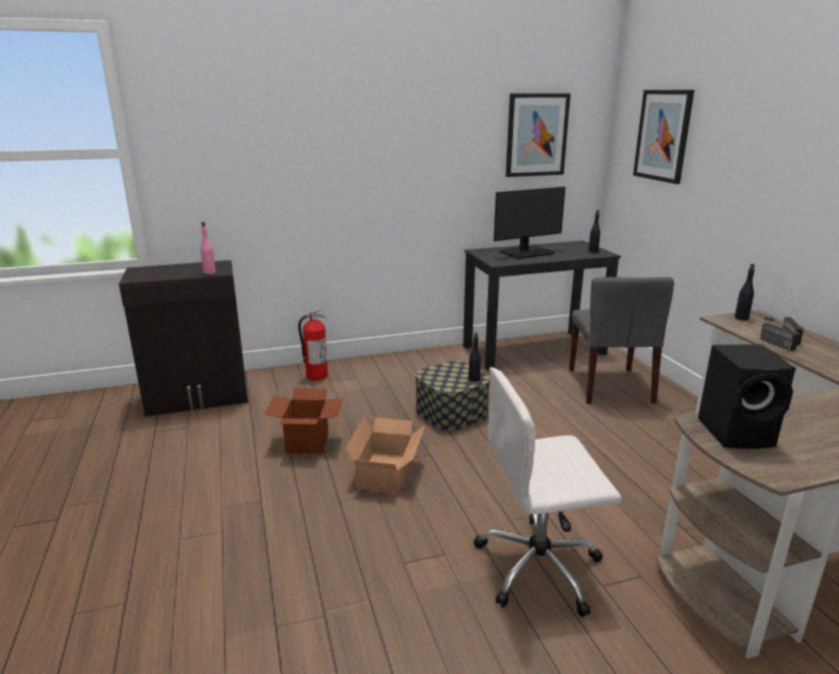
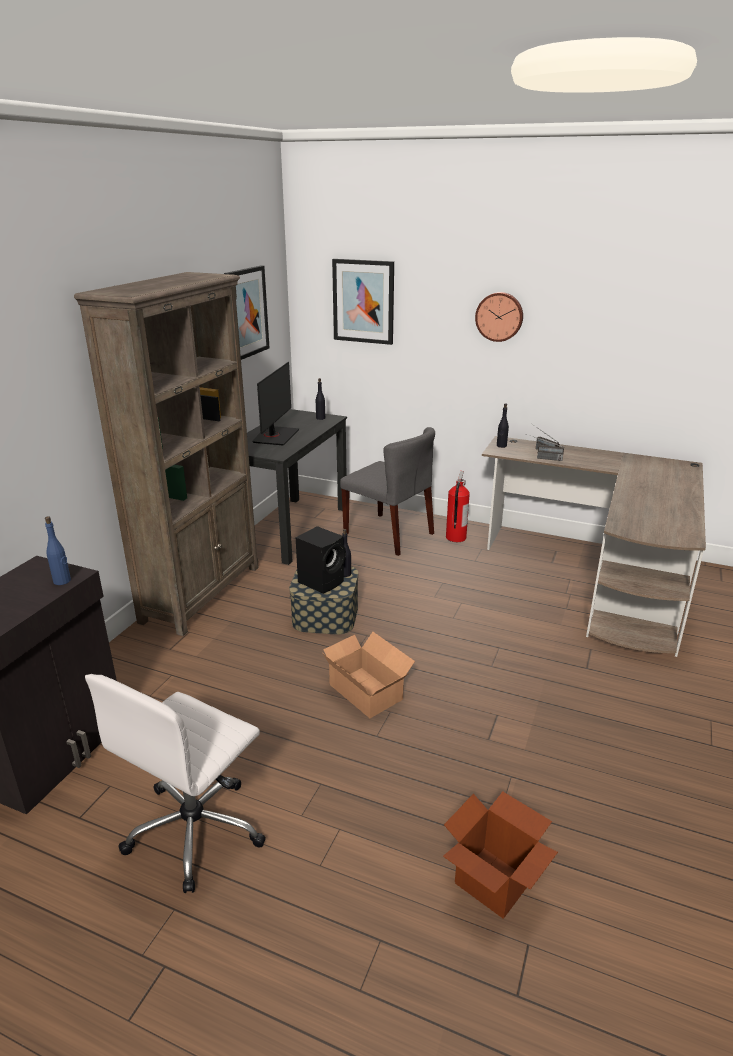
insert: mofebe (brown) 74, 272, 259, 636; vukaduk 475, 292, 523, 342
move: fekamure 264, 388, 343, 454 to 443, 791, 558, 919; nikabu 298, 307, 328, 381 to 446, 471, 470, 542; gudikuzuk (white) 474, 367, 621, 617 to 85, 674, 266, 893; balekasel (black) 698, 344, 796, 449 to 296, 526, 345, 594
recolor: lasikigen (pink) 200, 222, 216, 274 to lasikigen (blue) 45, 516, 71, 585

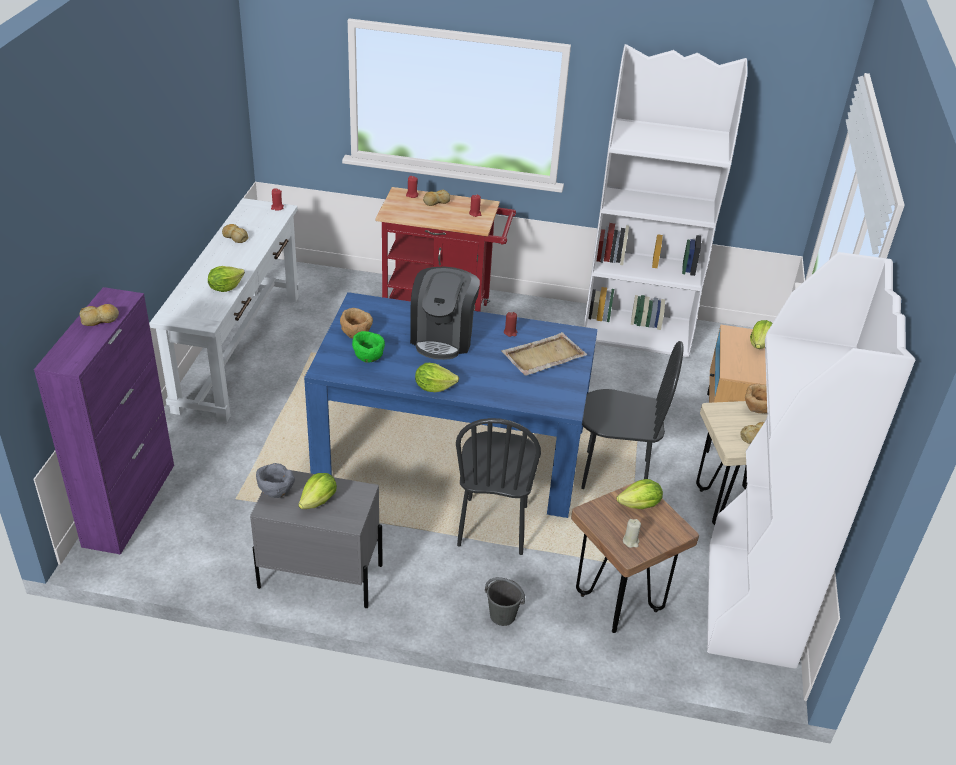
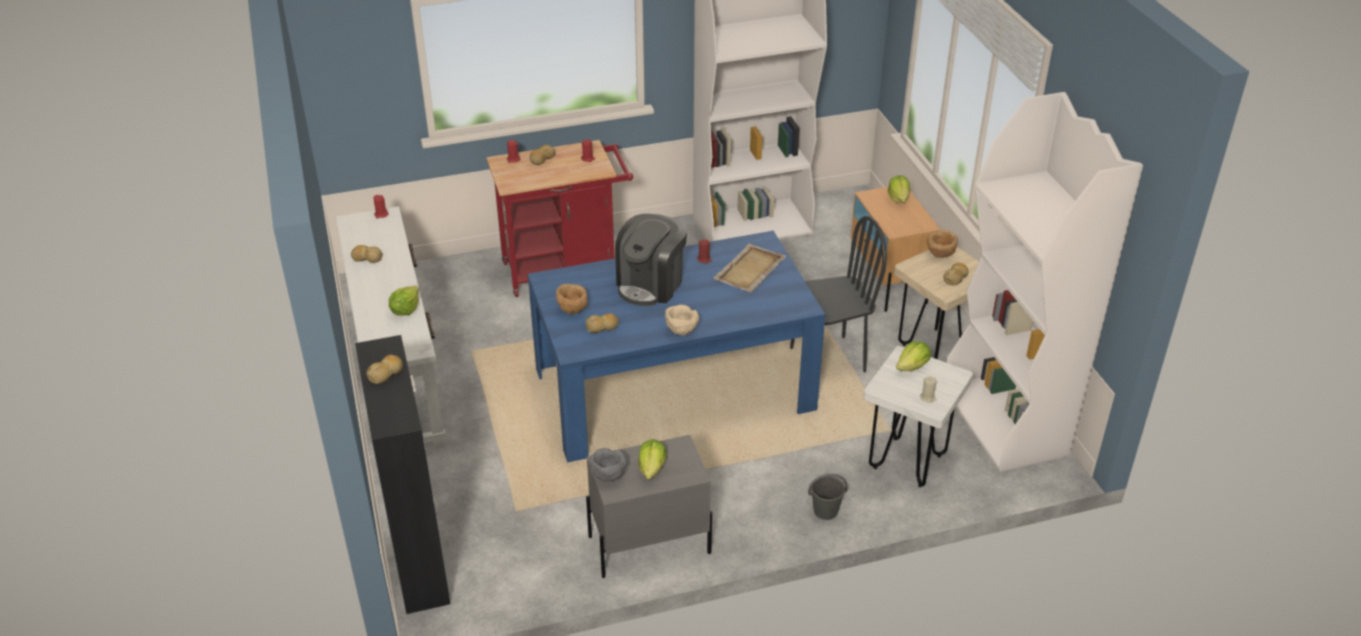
delete: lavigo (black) 456, 418, 541, 555
replace: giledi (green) 352, 331, 385, 363 to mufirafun 586, 313, 619, 333; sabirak 415, 363, 459, 392 to giledi (beige) 665, 304, 699, 335
recolor: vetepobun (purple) 34, 287, 174, 555 to vetepobun (black) 355, 335, 451, 614; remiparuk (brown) 571, 481, 699, 633 to remiparuk (white) 863, 346, 973, 487
rotate: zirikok 410, 267, 480, 360 = 615, 214, 687, 306 45 degrees clockwise

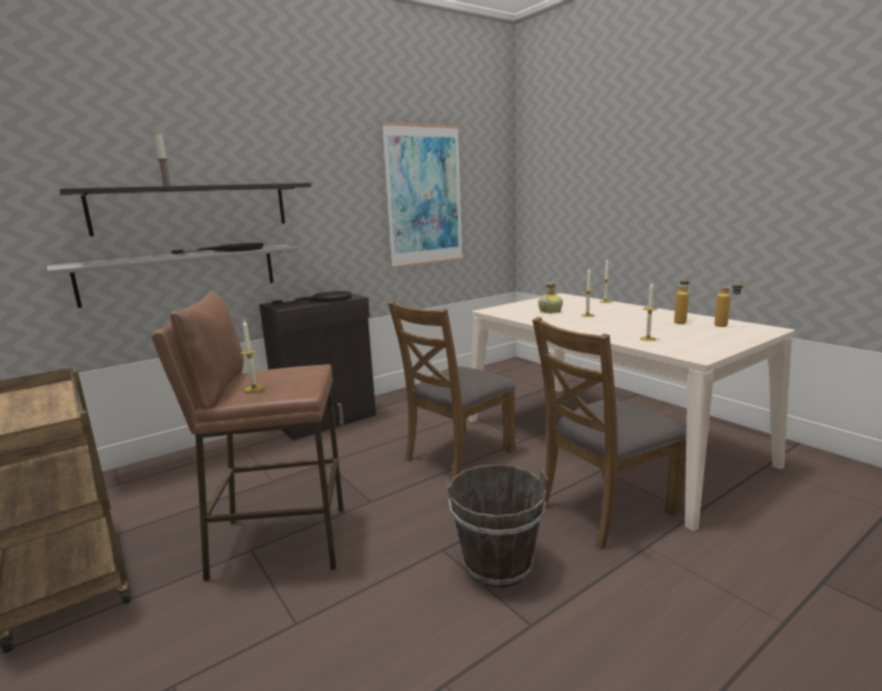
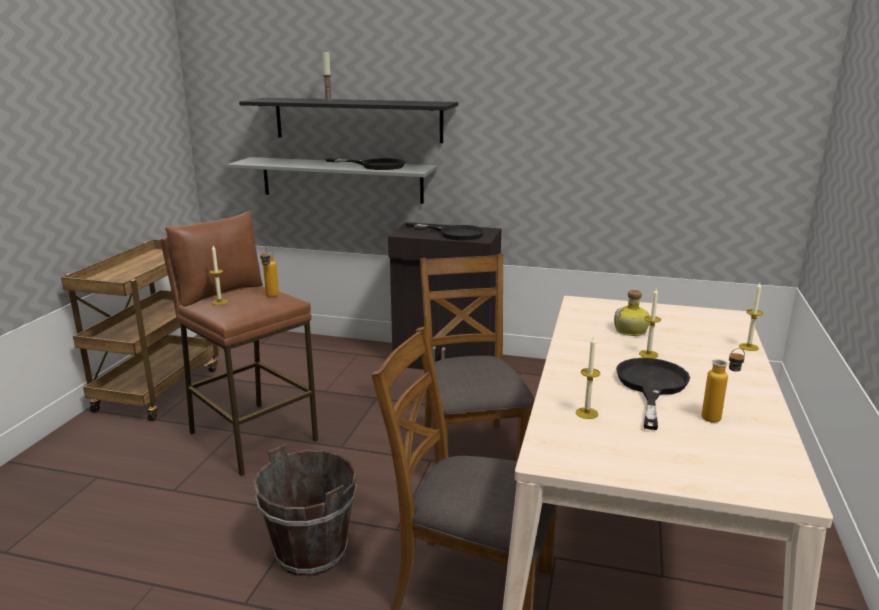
delete: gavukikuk 381, 122, 463, 268
insert: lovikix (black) 616, 358, 690, 430
move: lasikigen 714, 279, 743, 327 to 260, 249, 279, 297
rotate: lavigo (brown) 388, 301, 516, 480 = 420, 254, 534, 465 75 degrees clockwise

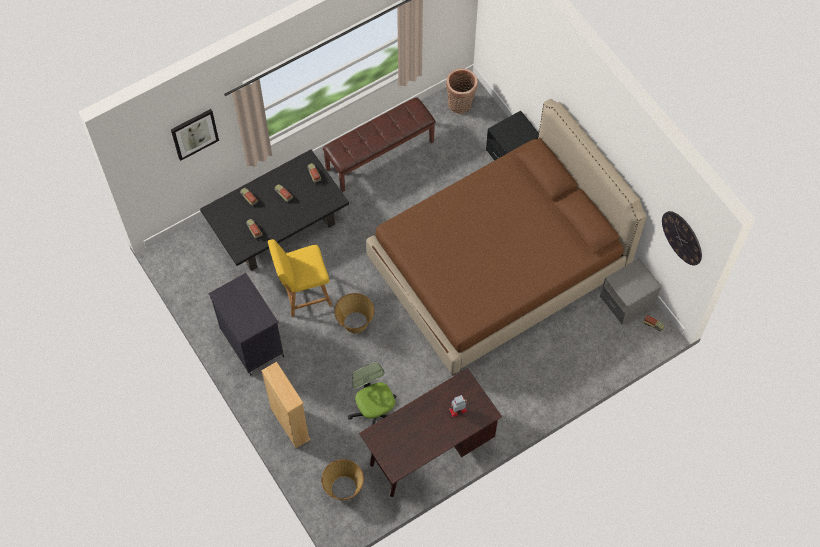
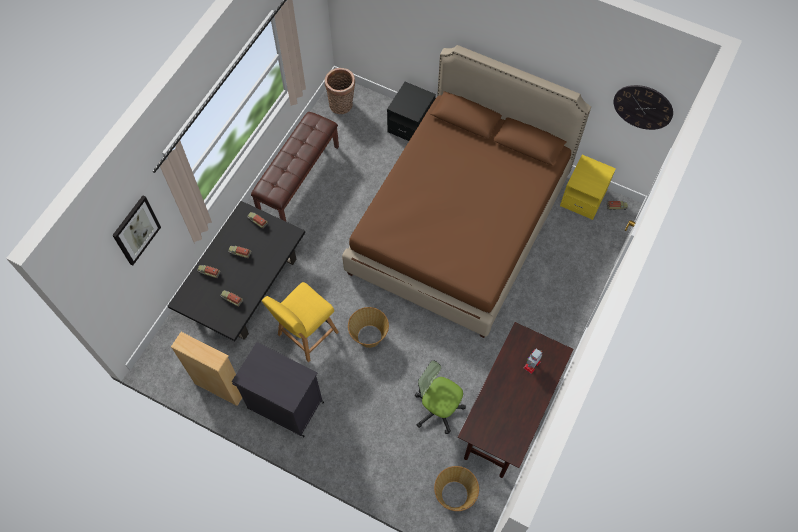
move: mofebe (beige) 261, 362, 311, 448 to 171, 332, 242, 406
recolor: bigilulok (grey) 600, 258, 662, 324 to bigilulok (yellow) 560, 155, 616, 220

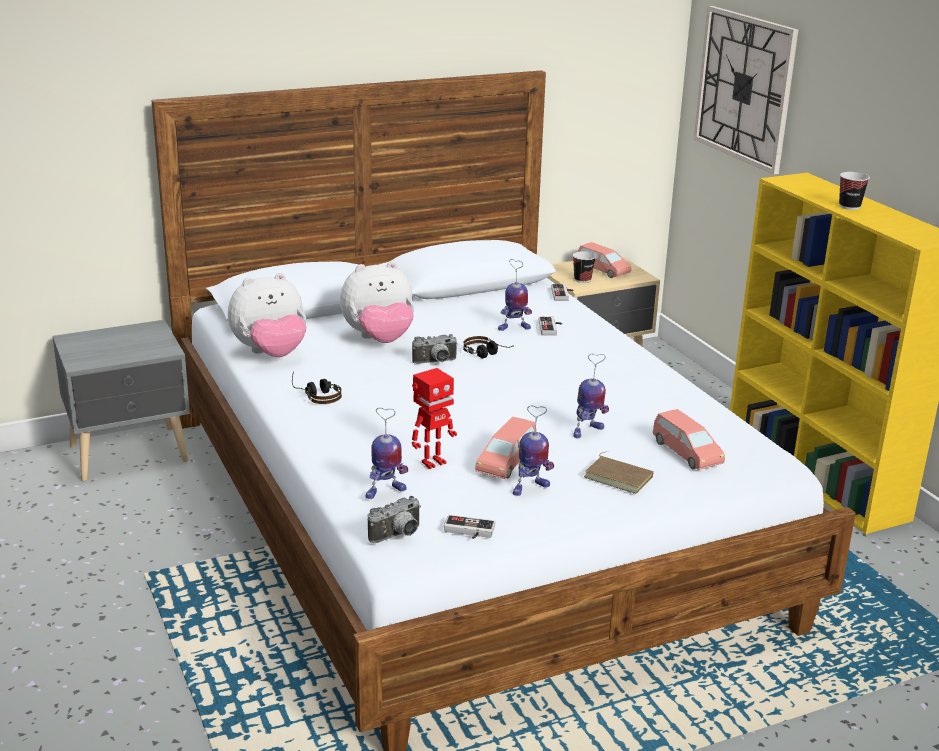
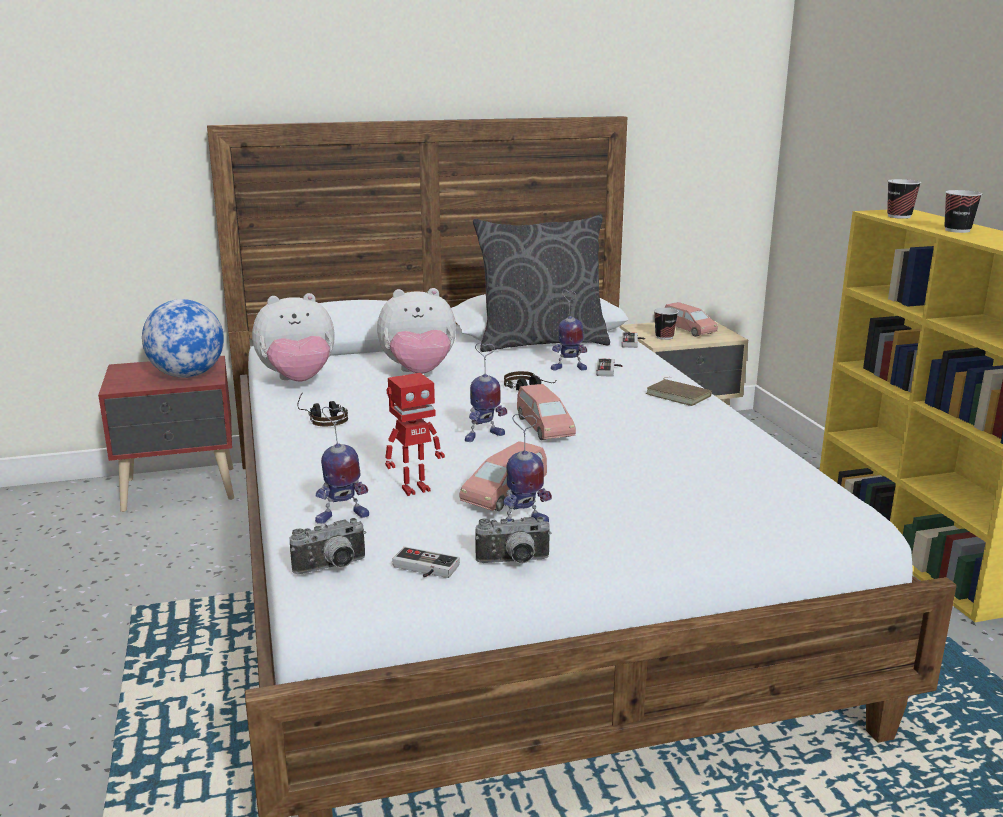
delete: vukaduk 694, 6, 798, 174
insert: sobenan 142, 299, 224, 378; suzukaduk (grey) 473, 214, 610, 352; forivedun 887, 179, 921, 219
move: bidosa 412, 334, 458, 364 to 475, 517, 552, 564; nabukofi 573, 354, 609, 438 to 465, 343, 507, 442; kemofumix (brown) 584, 451, 654, 494 to 646, 377, 712, 406; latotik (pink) 653, 409, 725, 470 to 517, 384, 576, 440
recolor: bigilulok (grey) 52, 320, 190, 481 to bigilulok (red) 98, 356, 234, 512

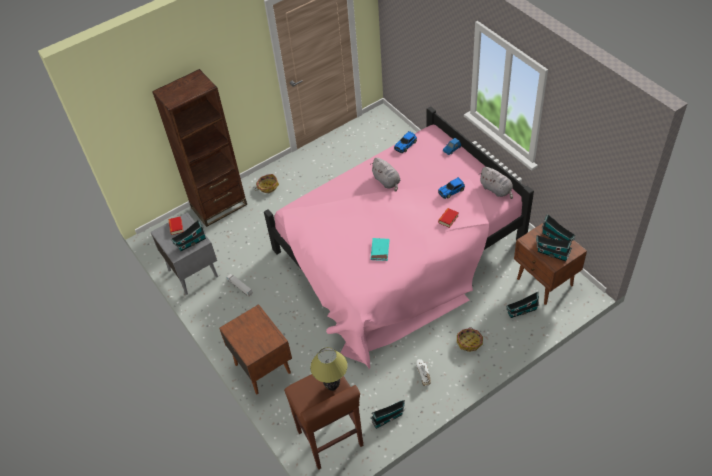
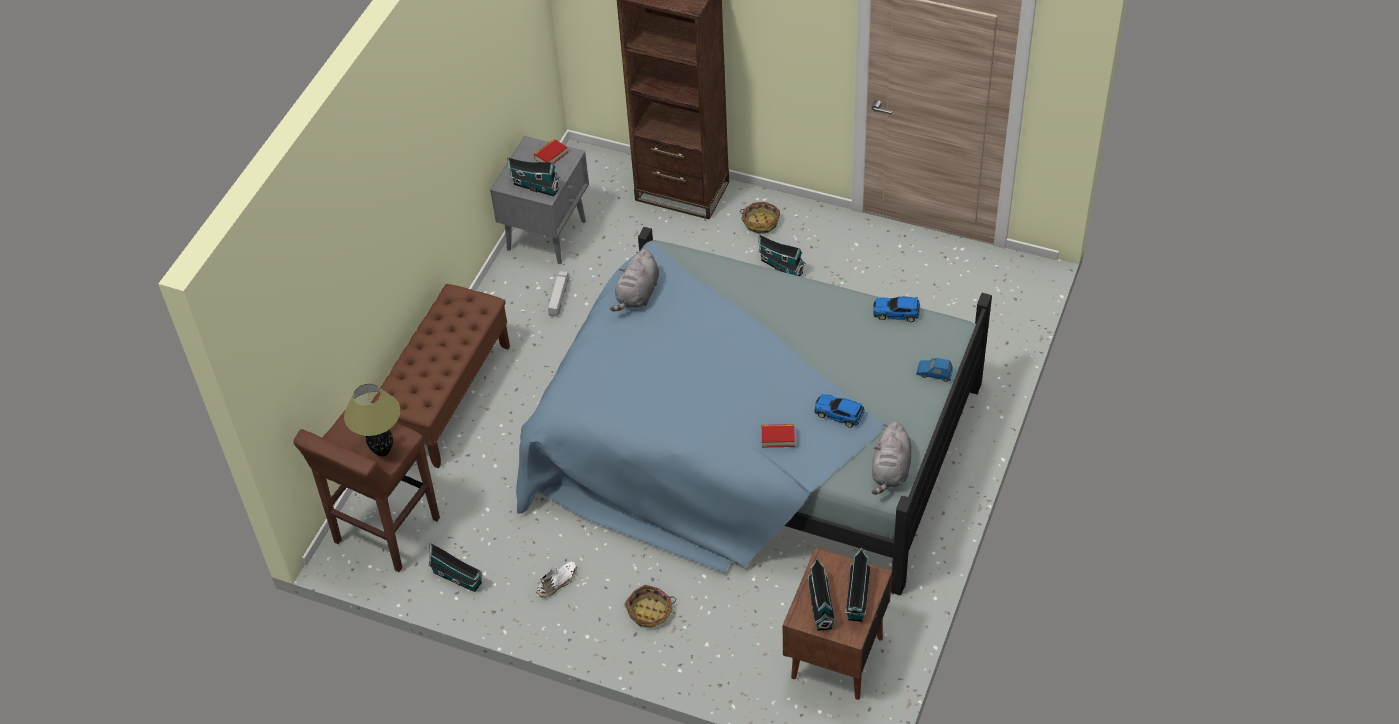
delete: kemofumix (turquoise) 371, 238, 389, 261
move: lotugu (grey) 371, 158, 401, 192 to 610, 249, 659, 311; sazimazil 506, 292, 539, 318 to 758, 234, 805, 276
replace: bigilulok (brown) 219, 304, 292, 394 to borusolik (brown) 371, 284, 510, 468
recolor: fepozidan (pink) 264, 106, 534, 369 to fepozidan (blue) 516, 227, 992, 595

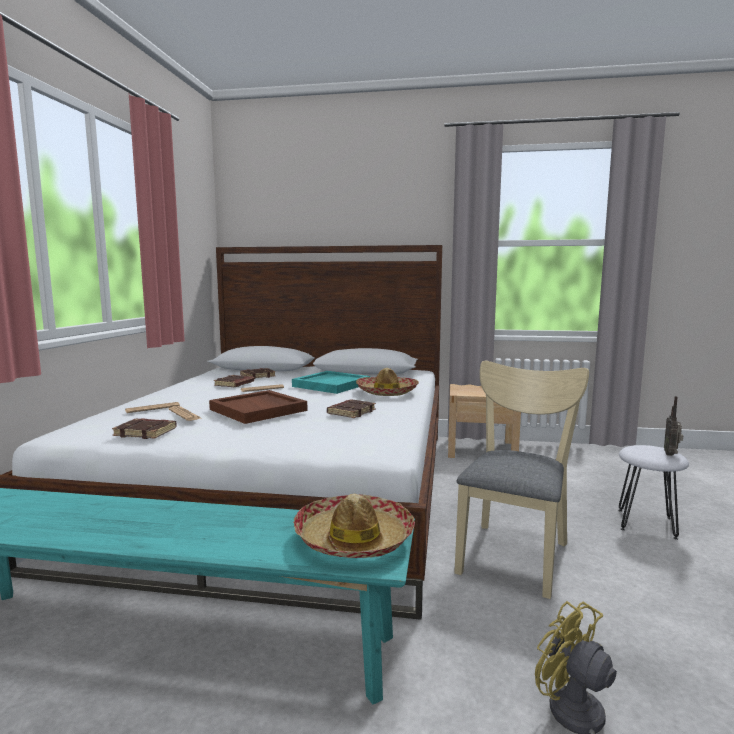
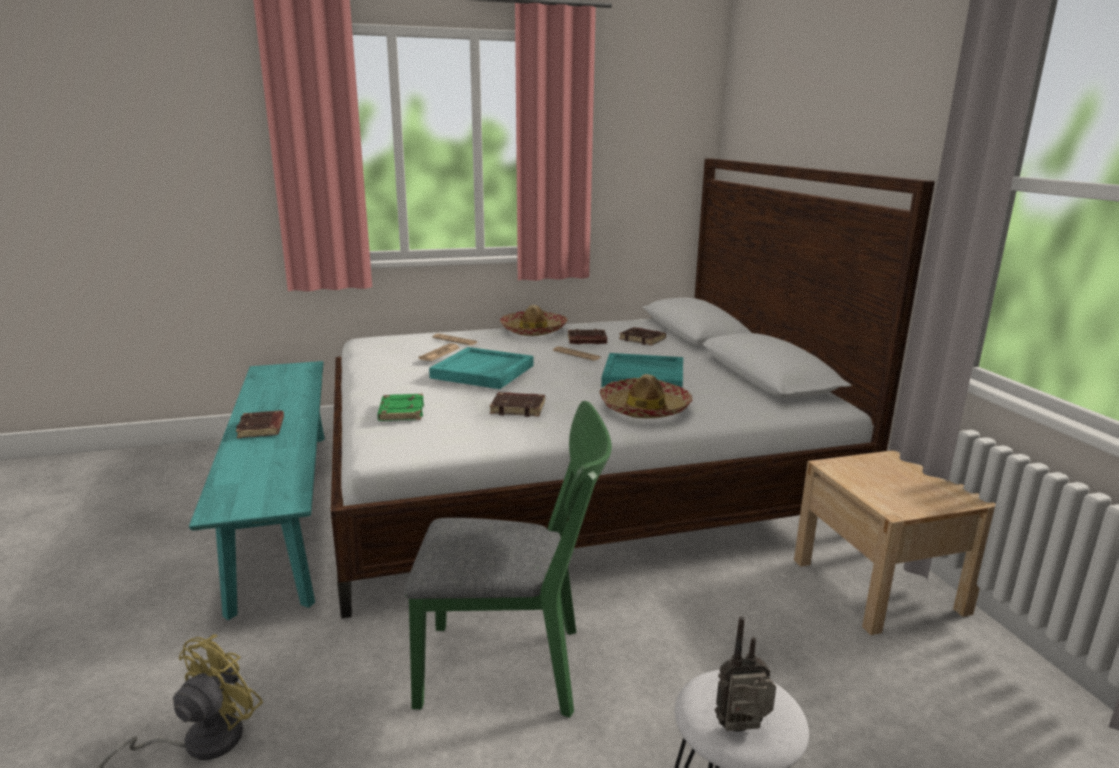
insert: kemofumix (green) 377, 394, 424, 421
move: kemofumix (brown) 112, 418, 177, 439 to 236, 410, 284, 438; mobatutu 293, 494, 415, 558 to 500, 305, 567, 336
recolor: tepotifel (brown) 209, 390, 307, 424 to tepotifel (turquoise) 429, 347, 534, 389; lavigo (beige) 454, 361, 589, 599 to lavigo (green) 404, 401, 612, 718

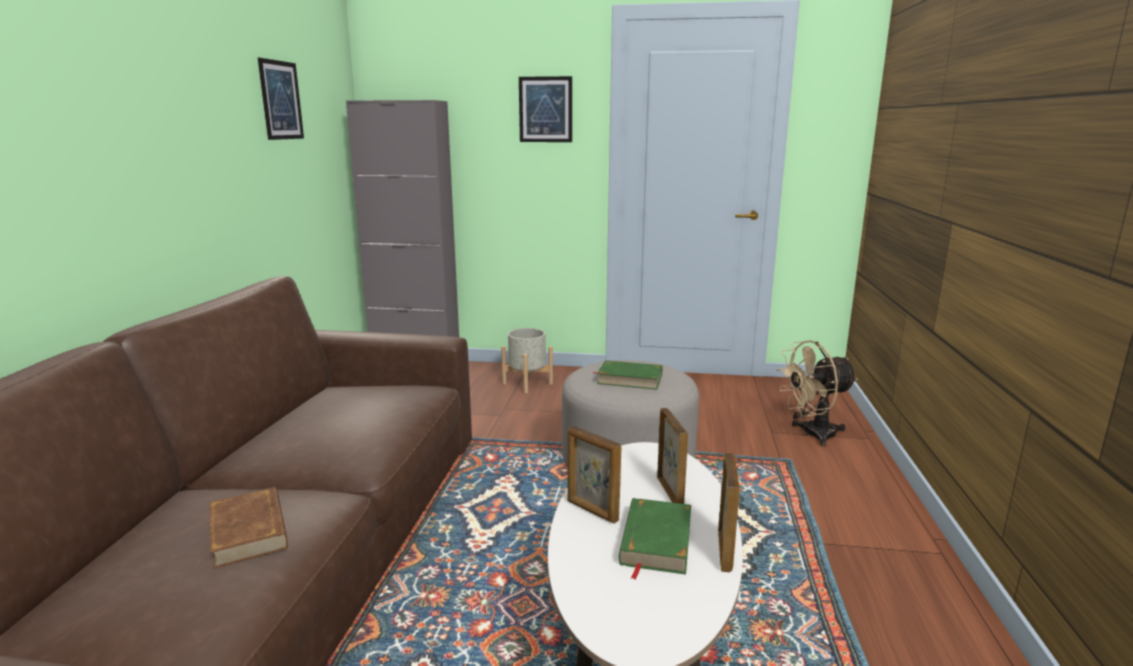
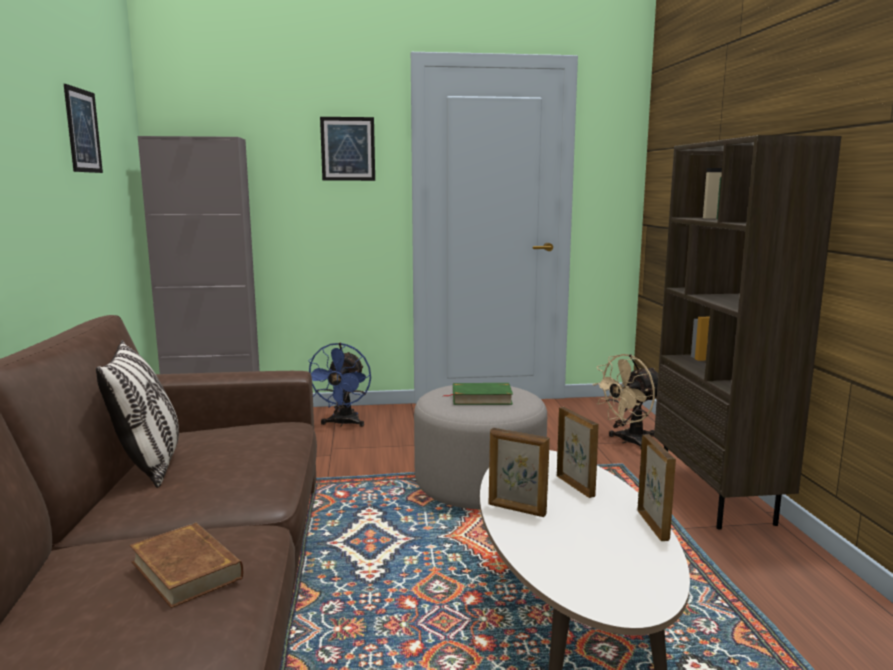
delete: kemofumix (green) 619, 498, 691, 580
insert: suzukaduk 96, 340, 179, 488; mofebe (brown) 654, 135, 841, 529
replace: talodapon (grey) 501, 328, 553, 393 to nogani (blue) 309, 343, 371, 427

